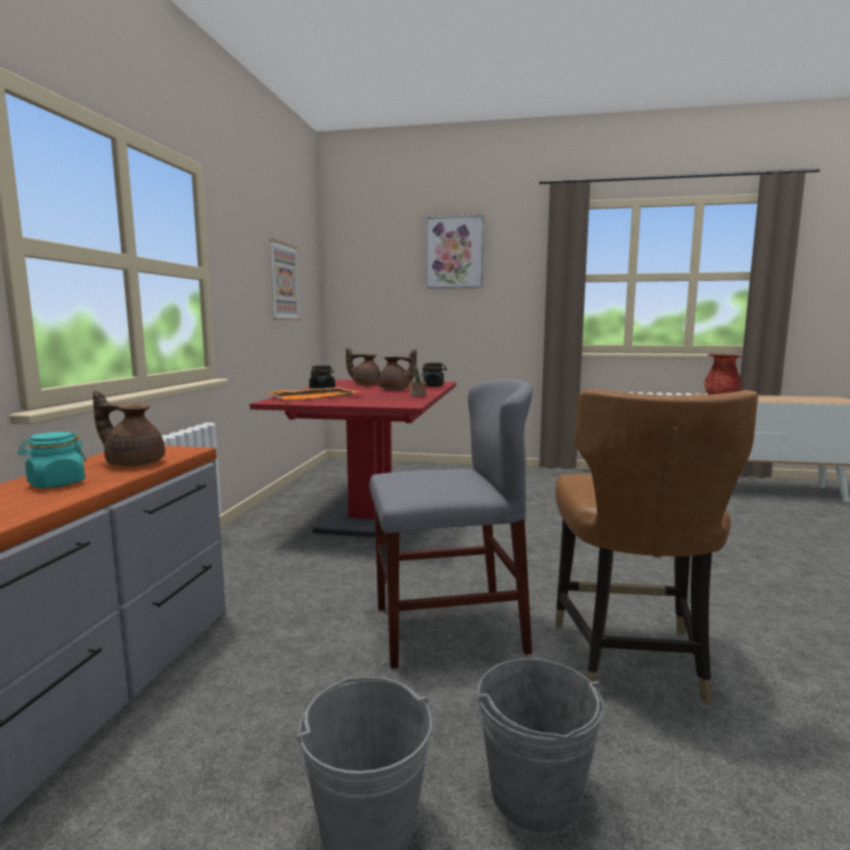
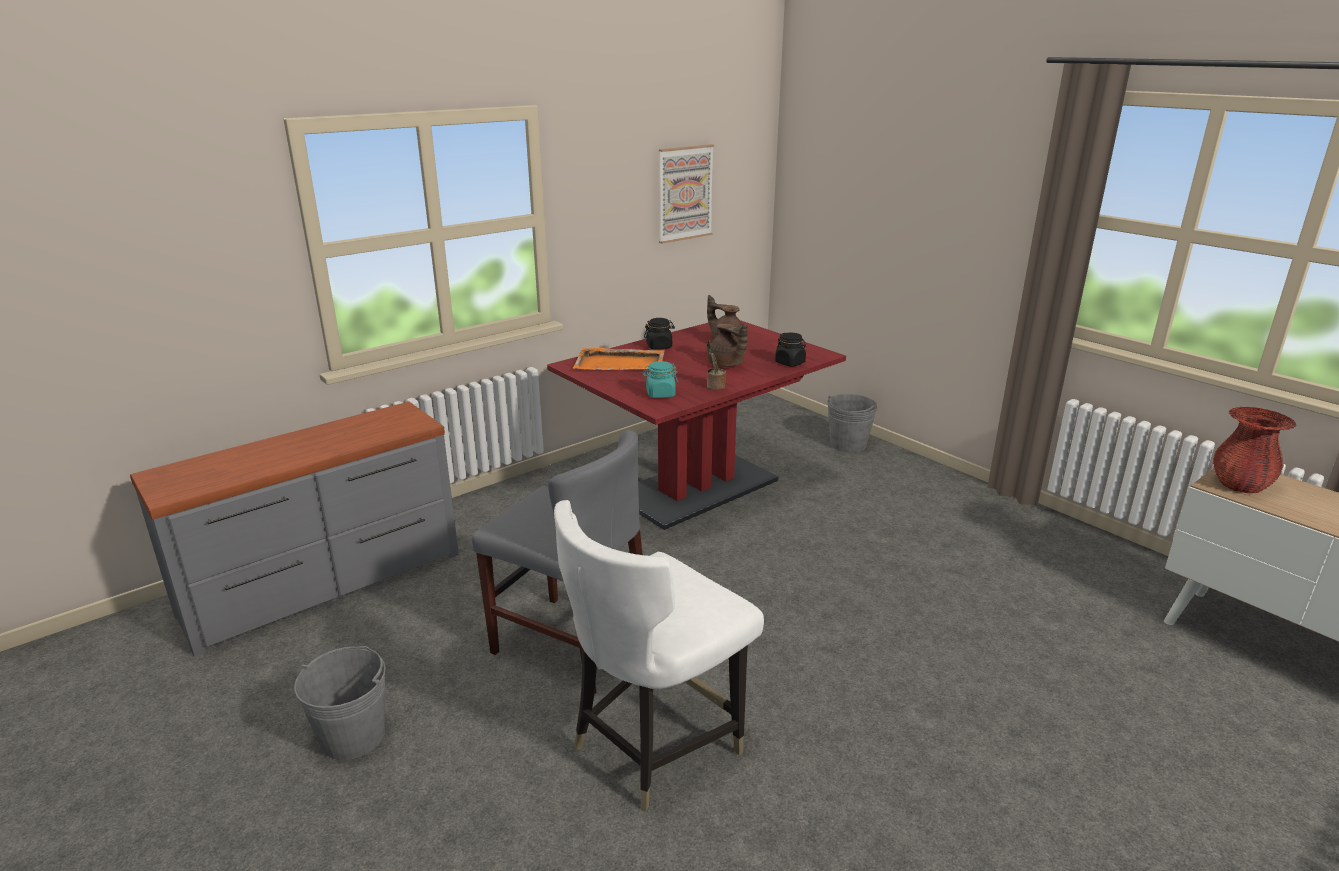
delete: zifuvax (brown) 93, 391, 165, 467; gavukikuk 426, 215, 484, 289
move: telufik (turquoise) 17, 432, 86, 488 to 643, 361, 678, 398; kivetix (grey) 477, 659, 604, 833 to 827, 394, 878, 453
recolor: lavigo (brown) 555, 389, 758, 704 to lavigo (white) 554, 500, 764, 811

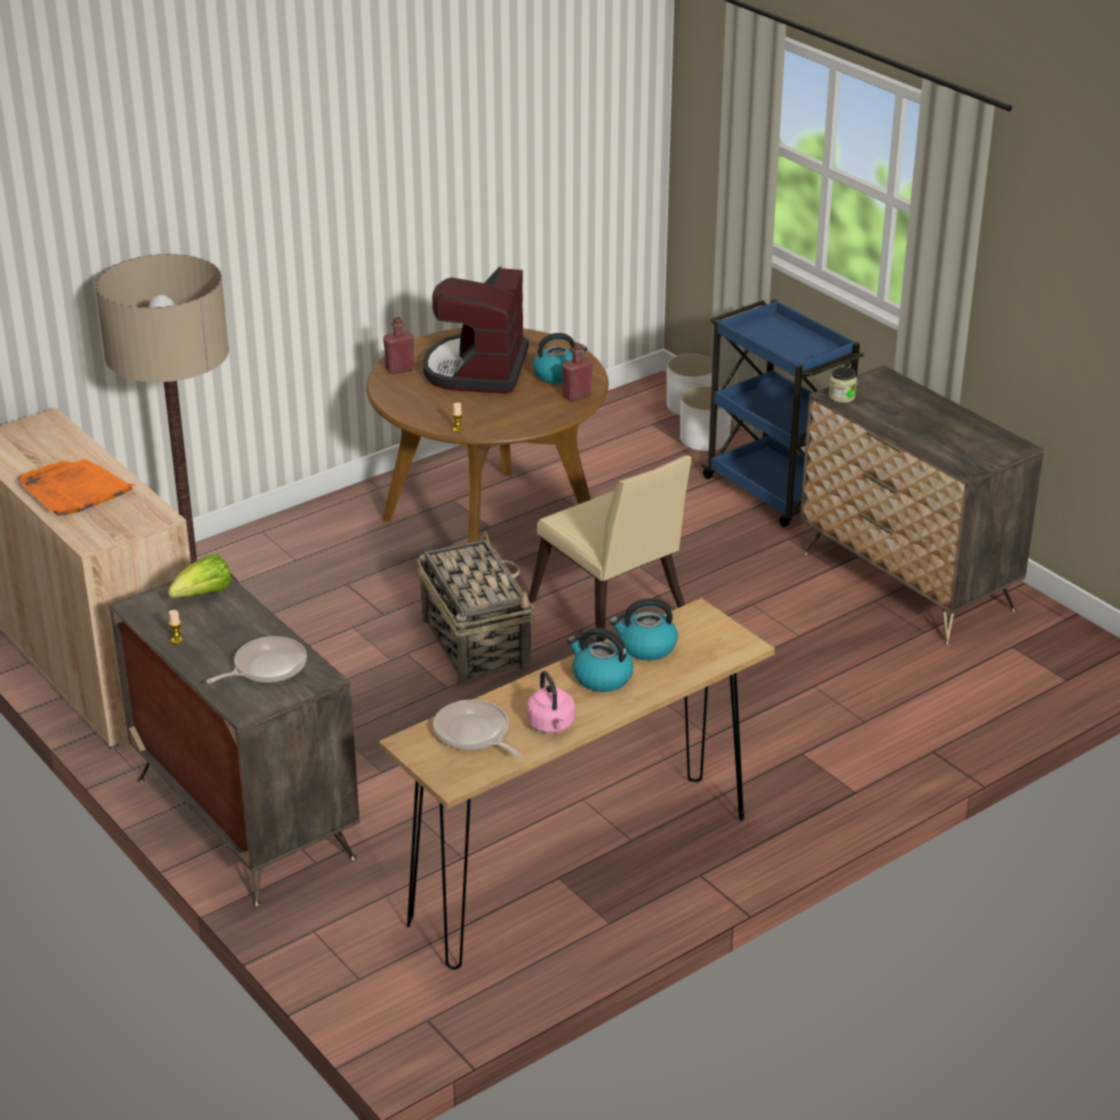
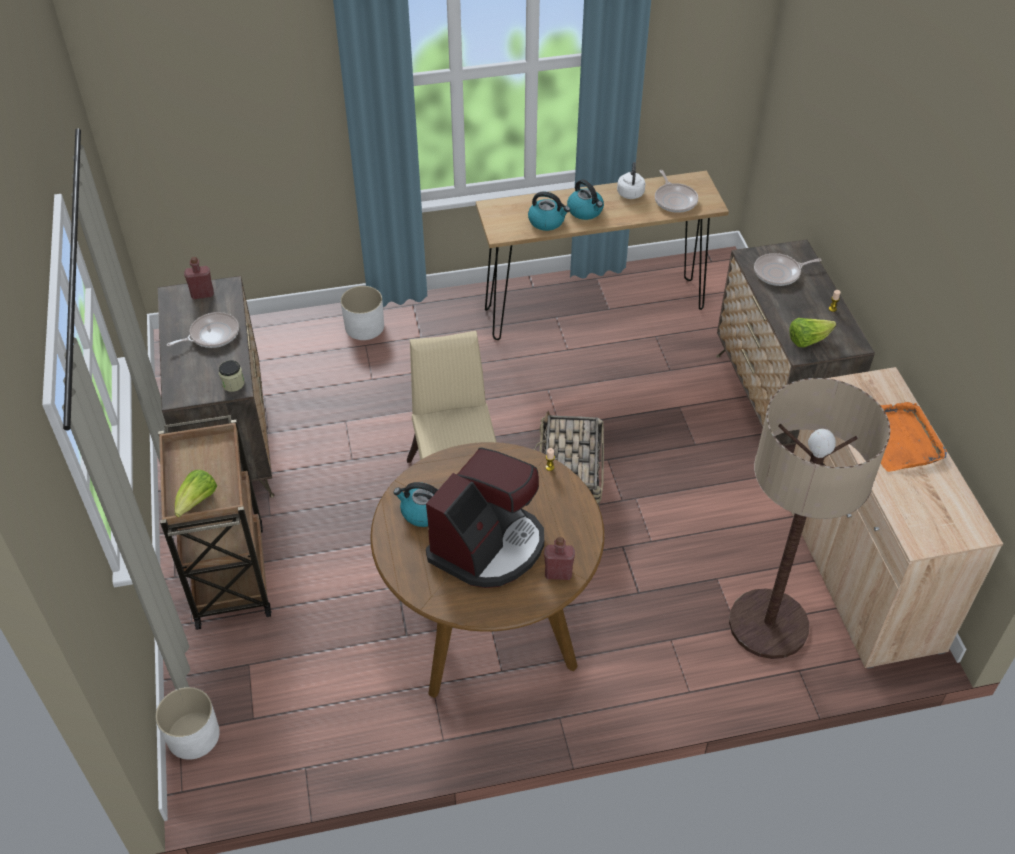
insert: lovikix 167, 312, 239, 348; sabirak 175, 470, 217, 517
move: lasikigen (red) 562, 343, 593, 402 to 184, 257, 214, 299; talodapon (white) 680, 386, 732, 451 to 341, 286, 384, 340
recolor: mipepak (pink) 527, 671, 575, 733 to mipepak (white) 617, 162, 645, 199; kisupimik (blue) 701, 299, 864, 527 to kisupimik (brown) 158, 415, 272, 630

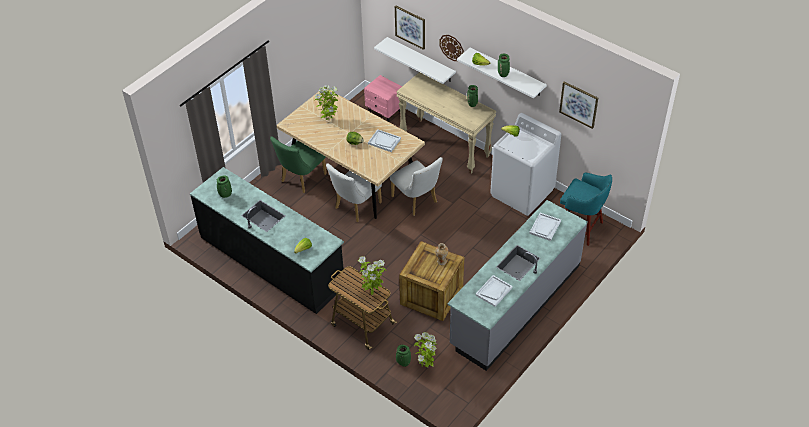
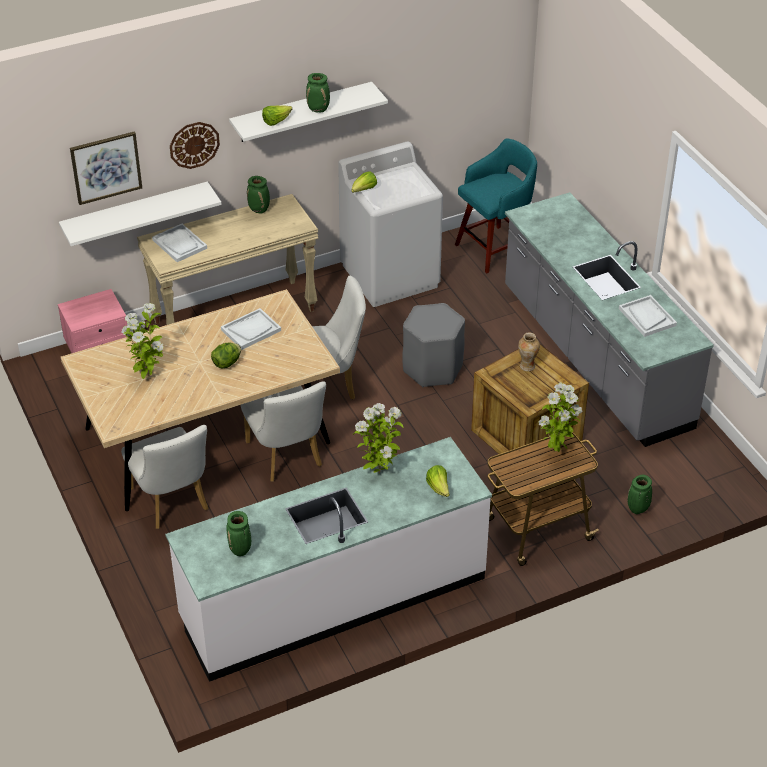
delete: gavukikuk 559, 81, 598, 129
insert: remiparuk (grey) 402, 303, 465, 387
move: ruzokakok 414, 332, 437, 368 to 353, 403, 404, 474; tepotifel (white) 529, 213, 561, 241 to 152, 224, 207, 262
recolor: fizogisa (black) 190, 167, 344, 314 to fizogisa (white) 165, 437, 492, 682; lavigo (green) 270, 137, 327, 193 to lavigo (white) 121, 425, 208, 529

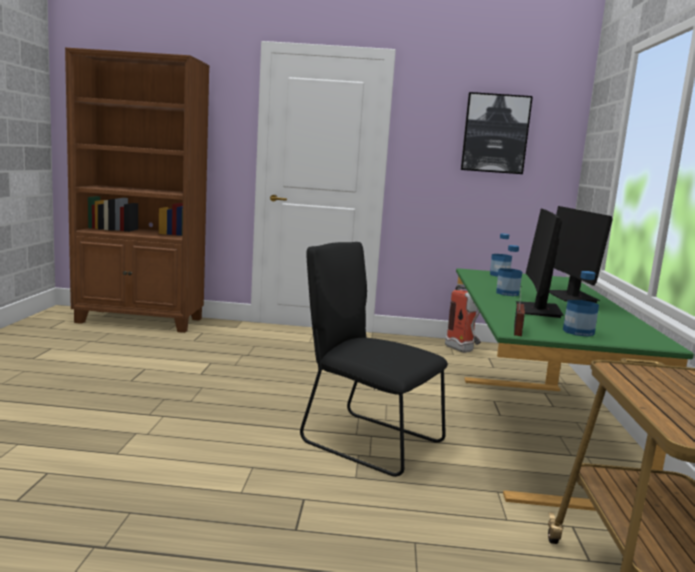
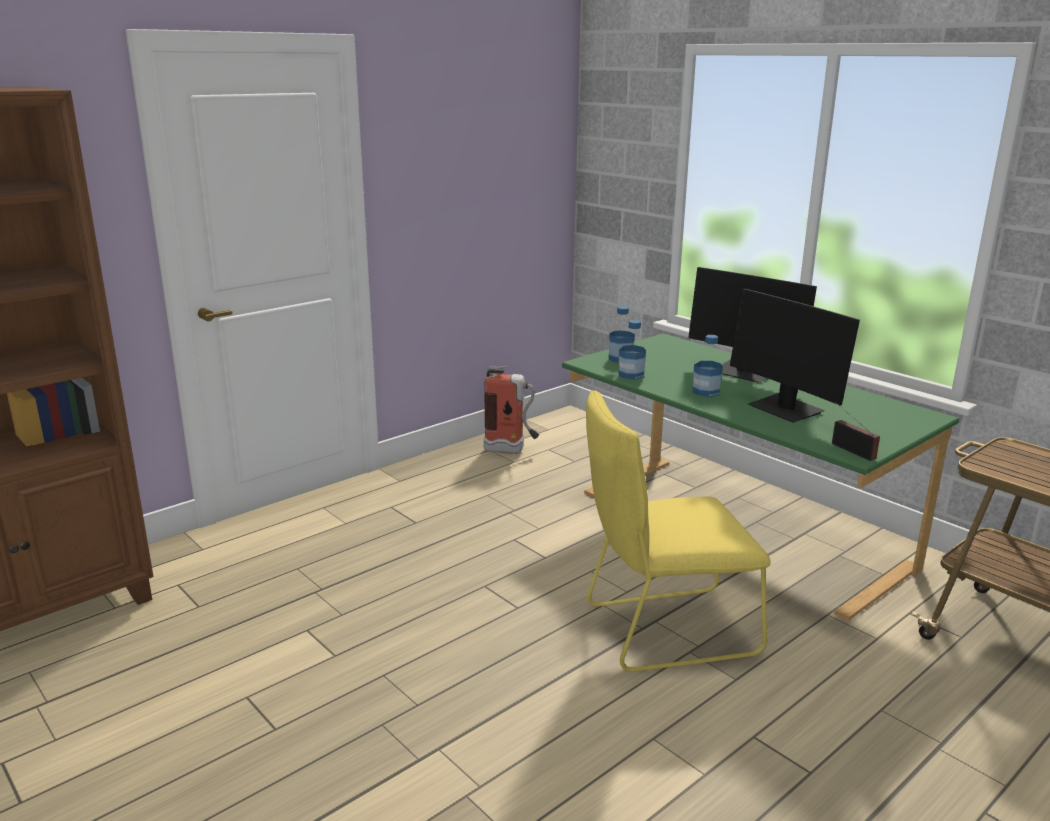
delete: gavukikuk 461, 92, 533, 174
move: lasikigen 563, 271, 599, 337 to 618, 320, 646, 379
recolor: lavigo (black) 300, 242, 448, 477 to lavigo (yellow) 586, 390, 771, 672

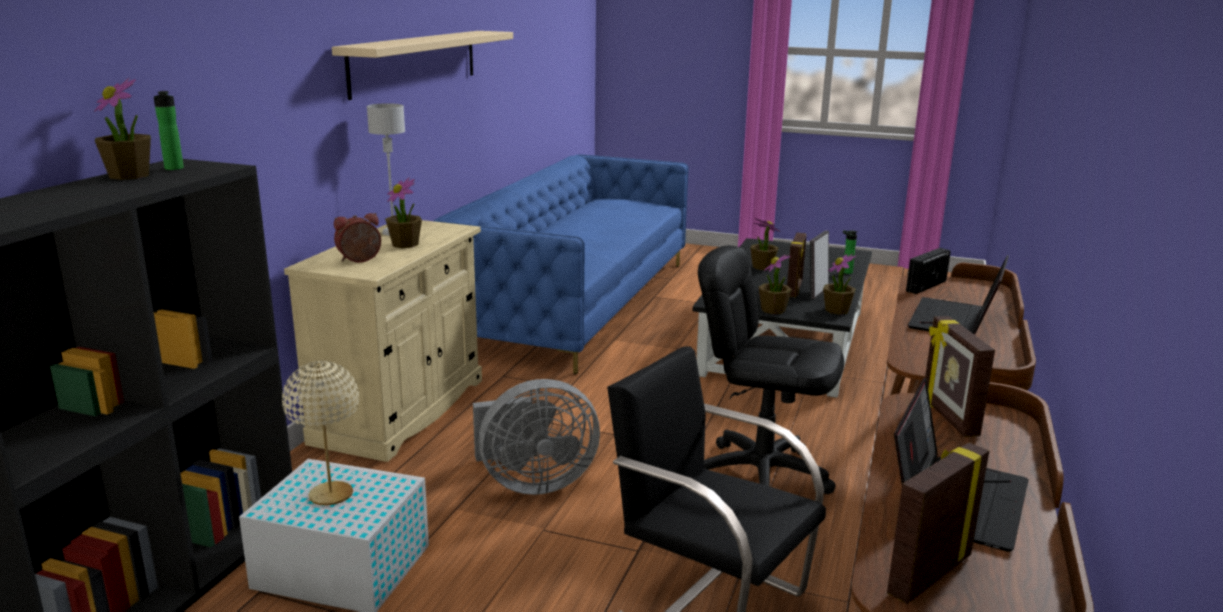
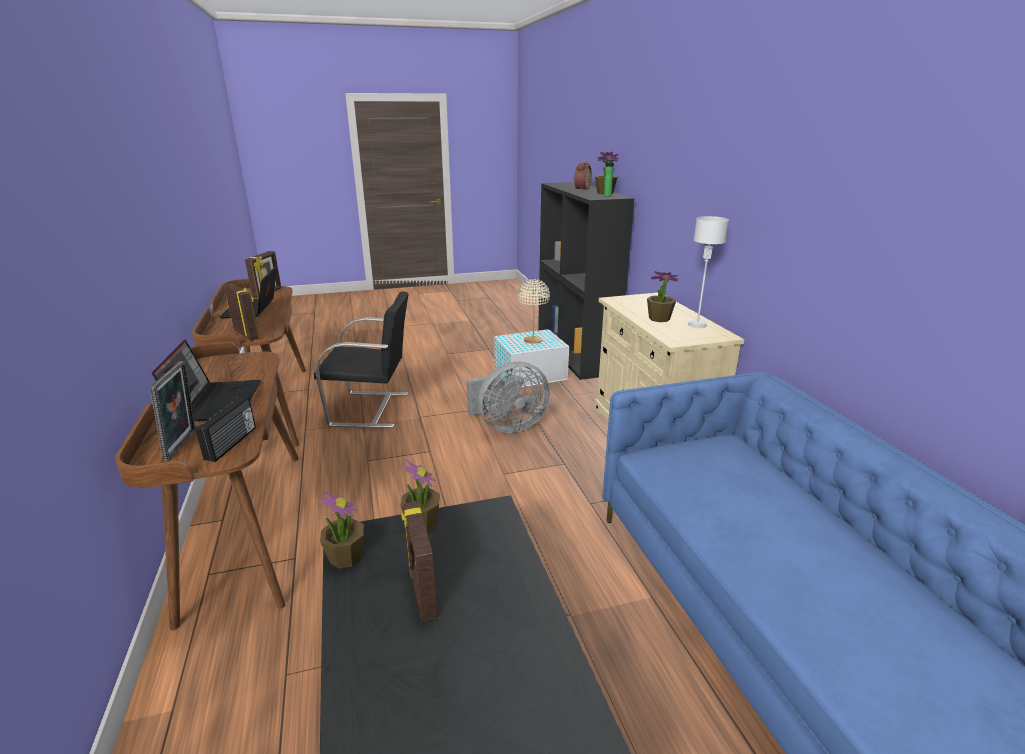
delete: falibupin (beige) 332, 31, 513, 100; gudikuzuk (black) 698, 245, 844, 494; ruzokakok 750, 218, 780, 270; lasikigen 843, 230, 857, 274
move: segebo 334, 213, 381, 263 to 573, 162, 592, 190; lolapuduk 810, 231, 829, 299 to 150, 361, 195, 461
rotate: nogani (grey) 473, 379, 600, 495 = 467, 362, 550, 433 150 degrees counterclockwise

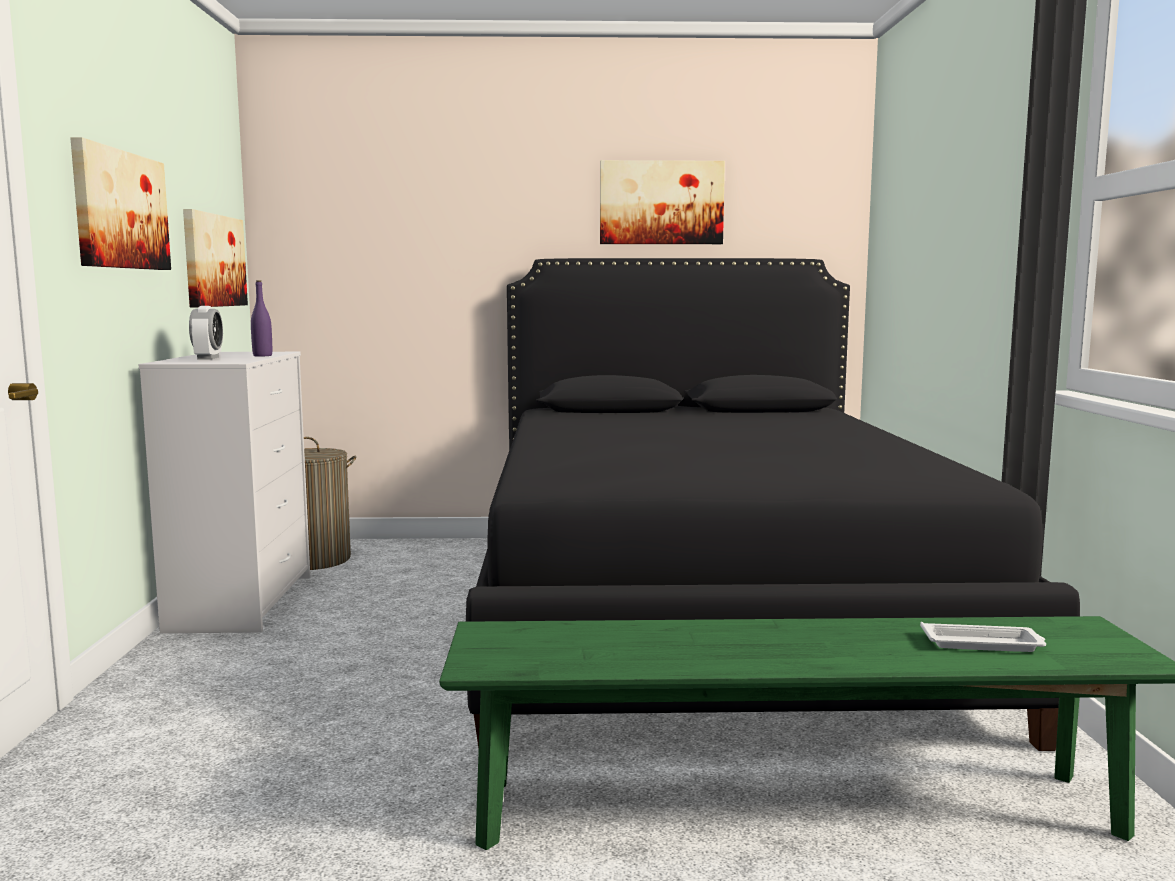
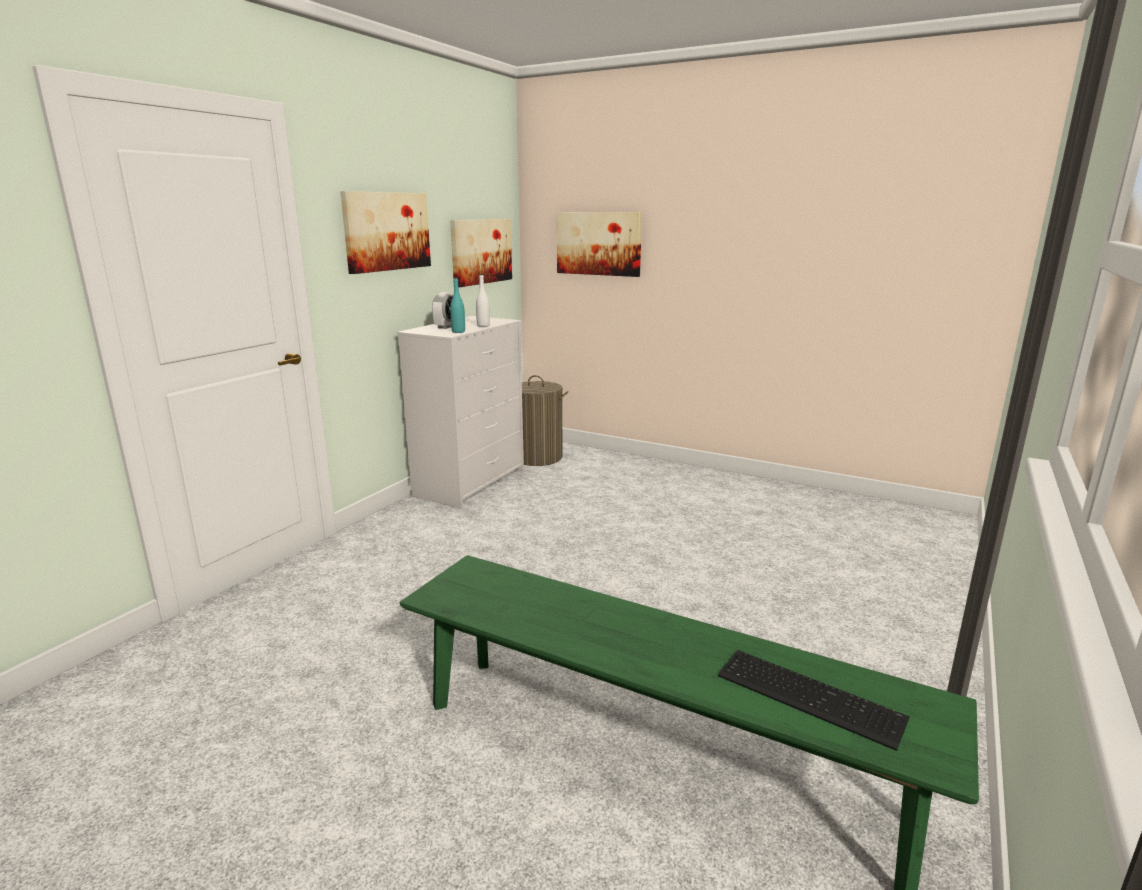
delete: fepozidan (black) 466, 258, 1080, 751
insert: lasikigen (turquoise) 450, 277, 465, 333
move: gavukikuk 600, 160, 725, 244 to 557, 212, 642, 277
replace: tepotifel (white) 920, 622, 1046, 652 to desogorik 718, 650, 910, 751
recolor: lasikigen (purple) 251, 280, 272, 356 to lasikigen (white) 476, 274, 490, 327

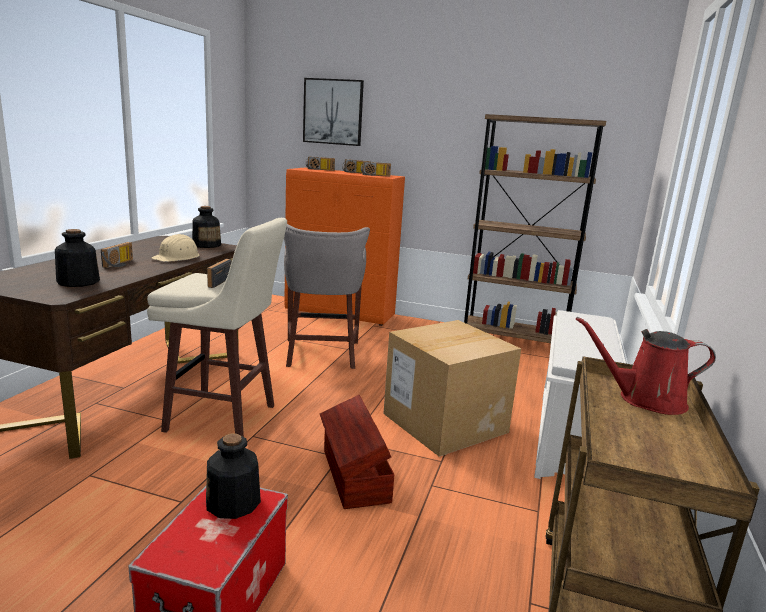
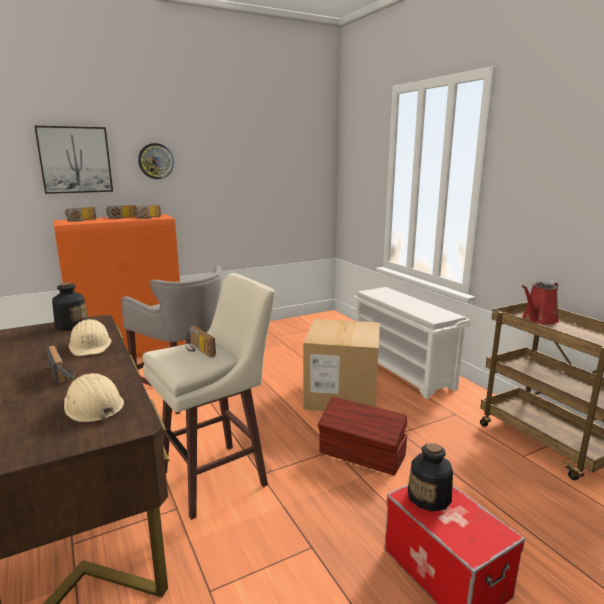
delete: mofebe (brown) 464, 114, 606, 343
insert: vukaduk 138, 143, 174, 179
replace: lasikigen 55, 229, 100, 287 to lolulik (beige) 64, 373, 124, 422

